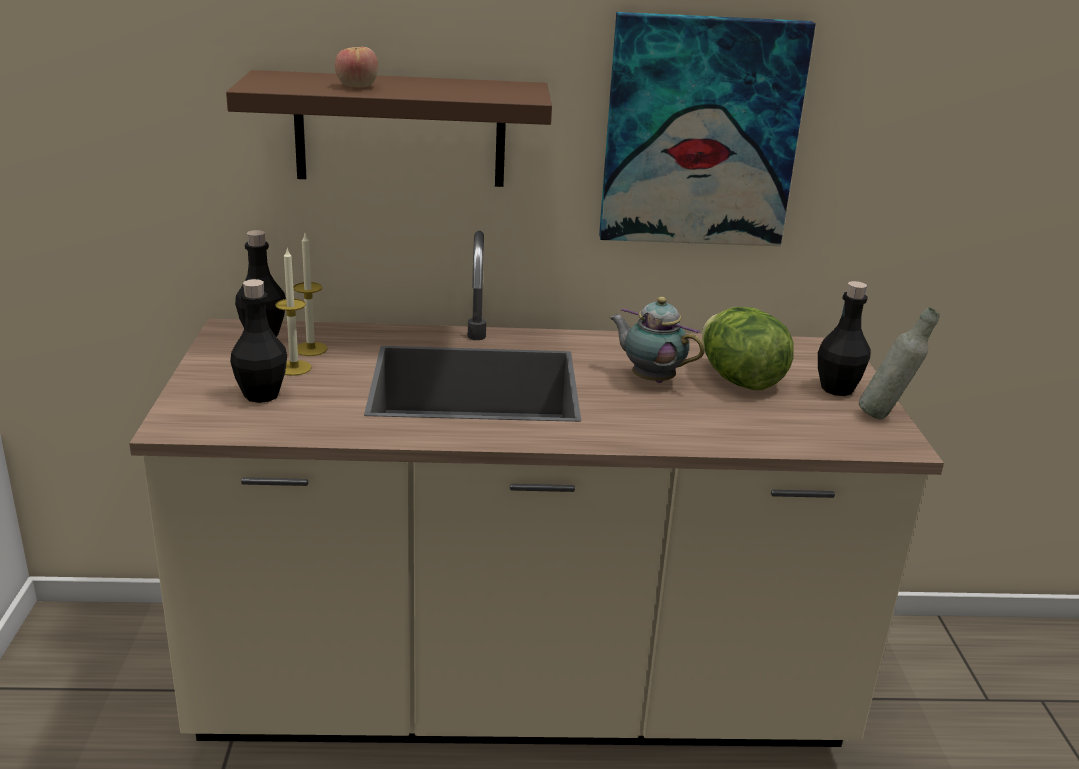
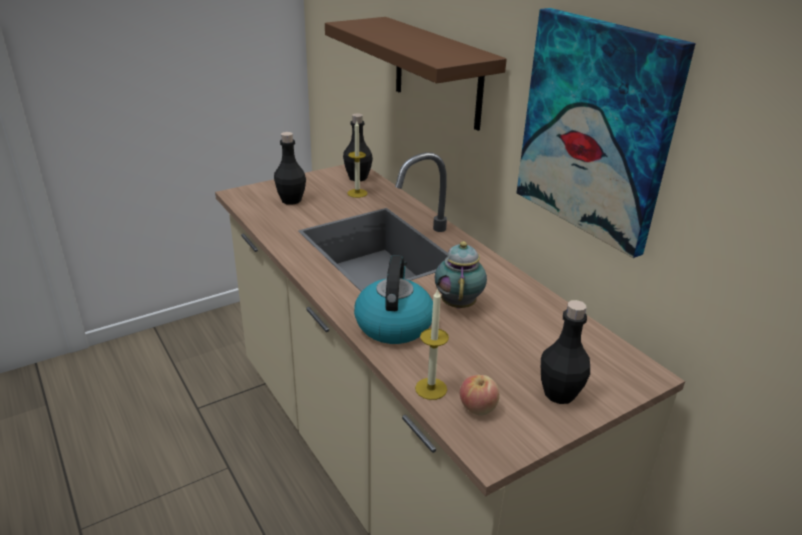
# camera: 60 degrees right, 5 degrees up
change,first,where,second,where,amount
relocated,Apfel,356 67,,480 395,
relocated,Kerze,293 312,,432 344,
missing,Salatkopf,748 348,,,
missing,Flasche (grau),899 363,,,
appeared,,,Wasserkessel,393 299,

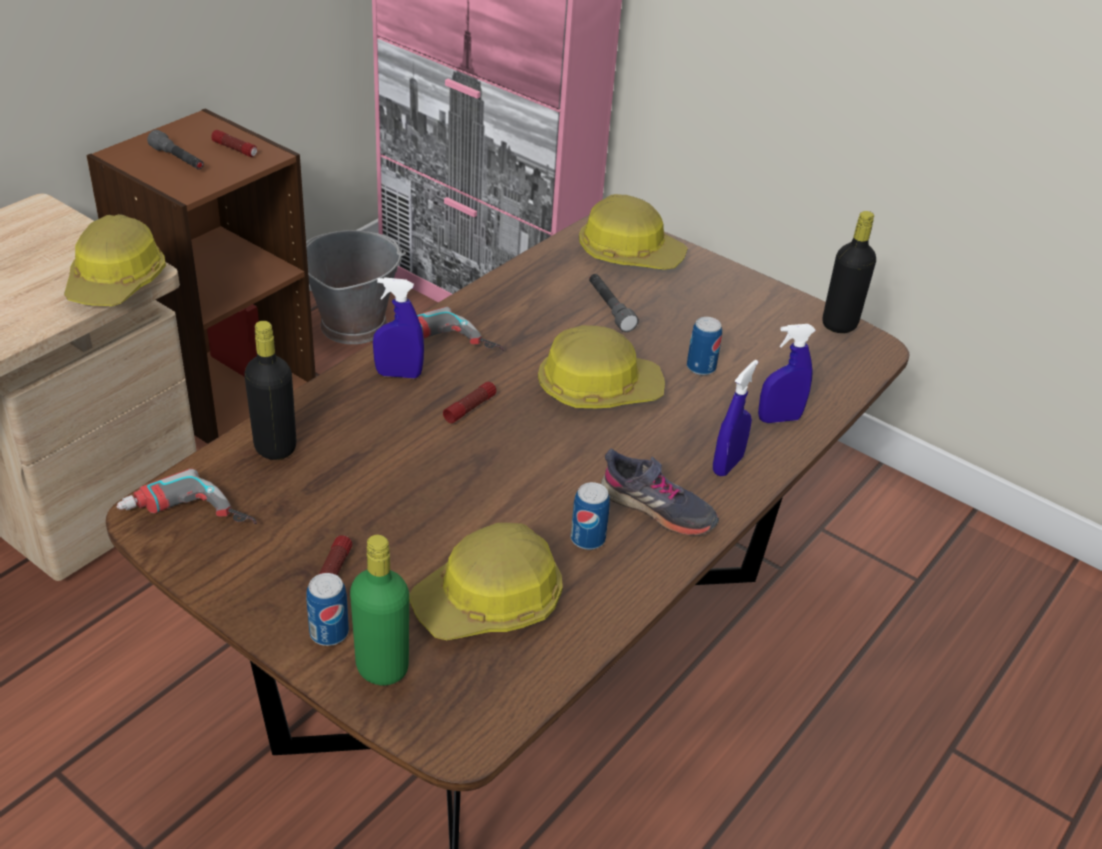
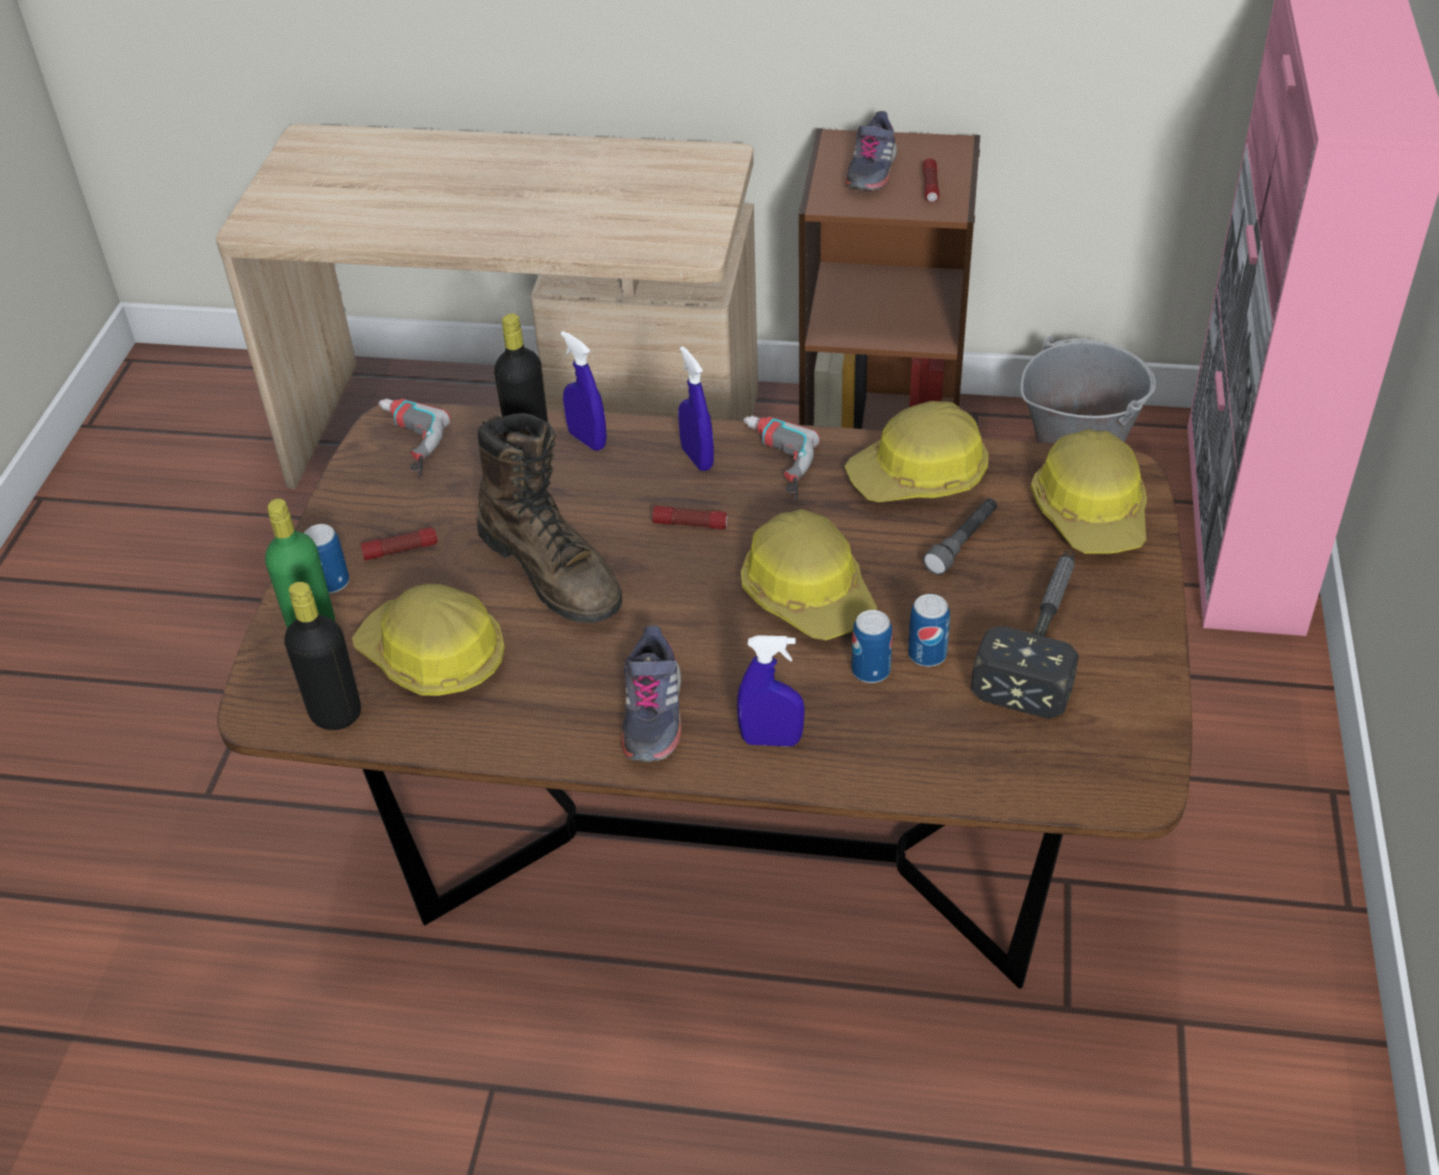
# camera: 65 degrees right, 5 degrees up
change,first,where,second,where,amount
exchanged,Taschenlampe (grau),175 150,Schuh (grau),871 151,
relocated,Flasche (schwarz),849 272,,322 656,
relocated,Schutzhelm,115 260,,916 451,
relocated,Sprühflasche (blau),787 373,,584 391,
relocated,Dose,590 516,,872 646,
appeared,,,Stiefel (braun),549 518,
appeared,,,Hammer,1025 635,

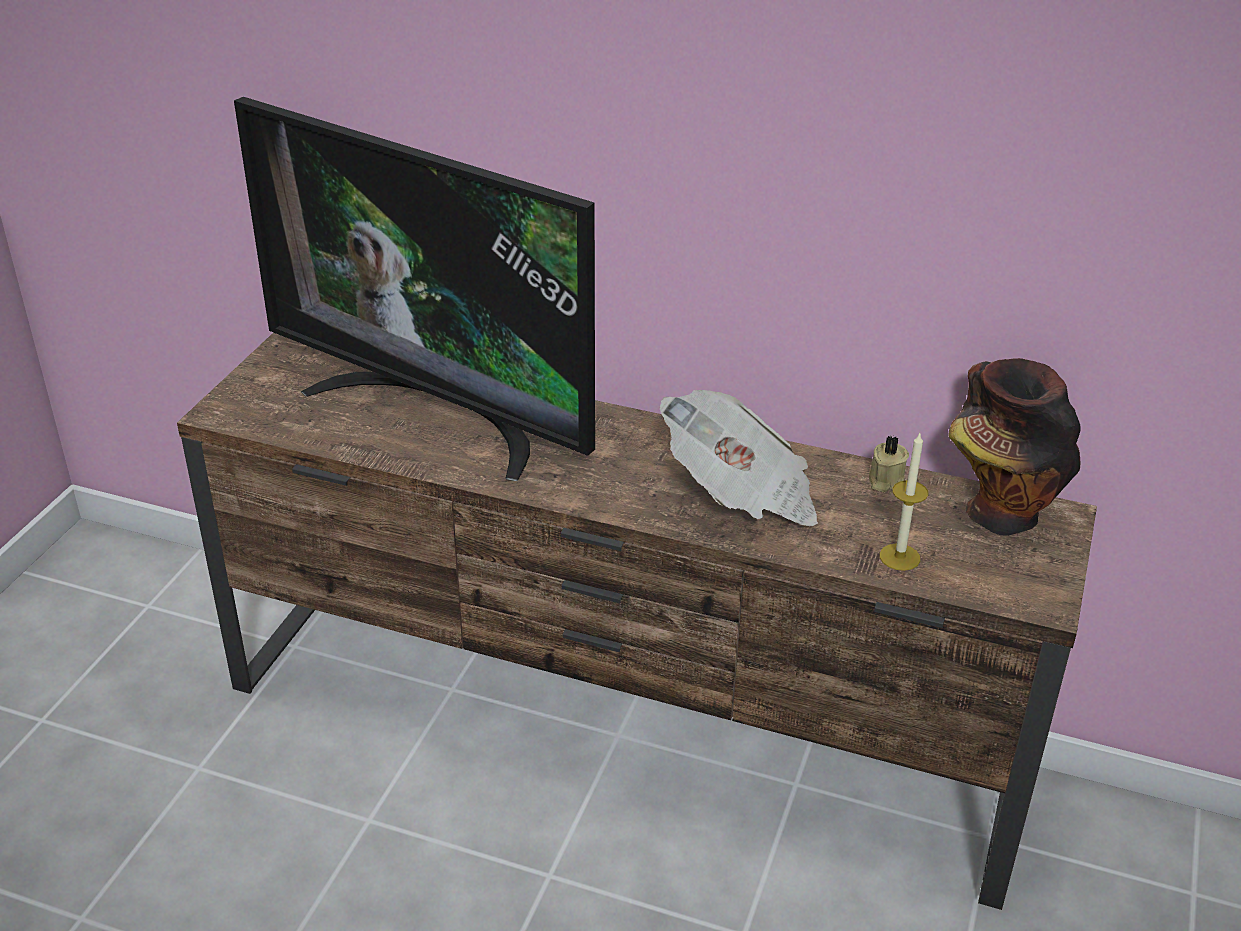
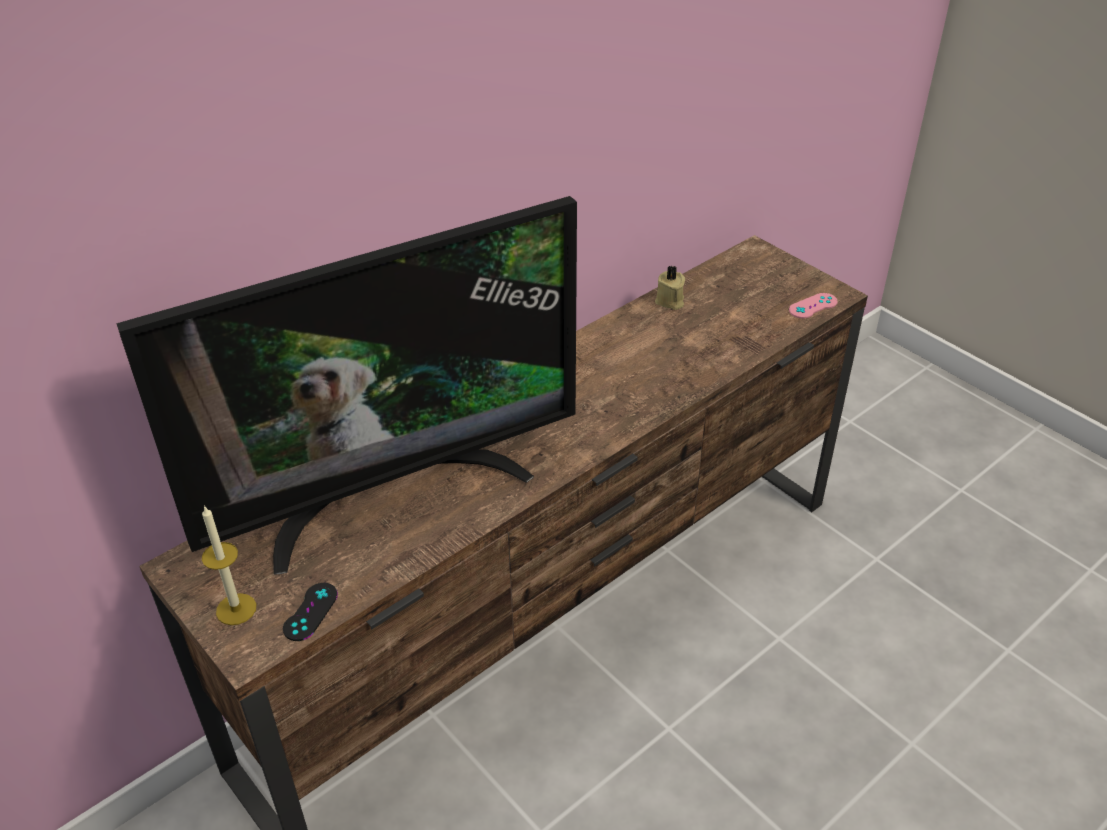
# camera: 60 degrees left, 5 degrees up
change,first,where,second,where,amount
missing,Vase,1014 447,,,
missing,Zeitung,739 458,,,
relocated,Kerze,904 502,,229 565,
appeared,,,Gamepad (rosa),813 306,
appeared,,,Gamepad (schwarz),310 612,

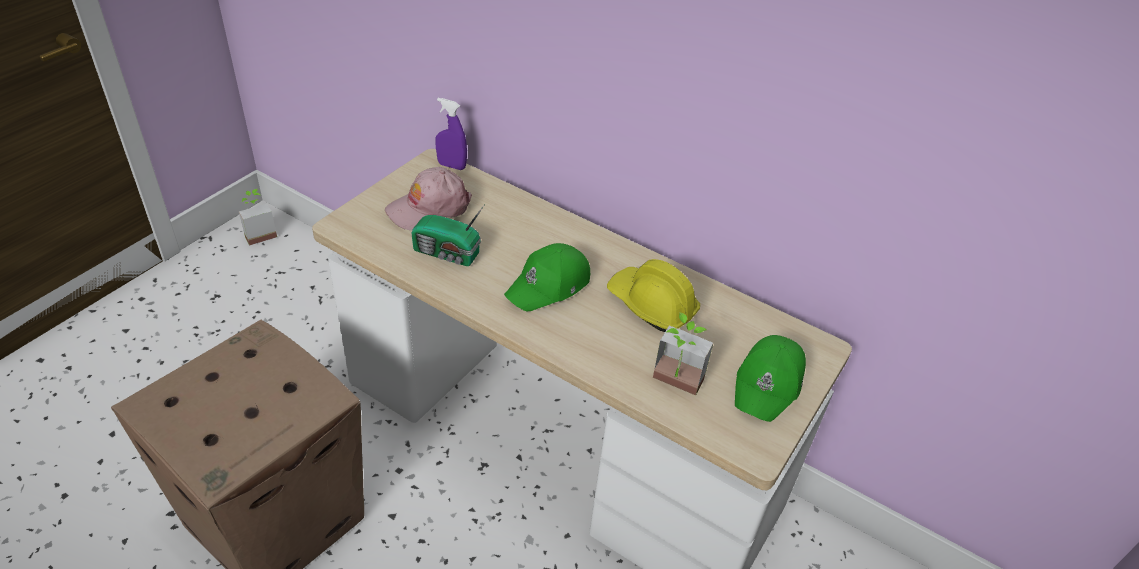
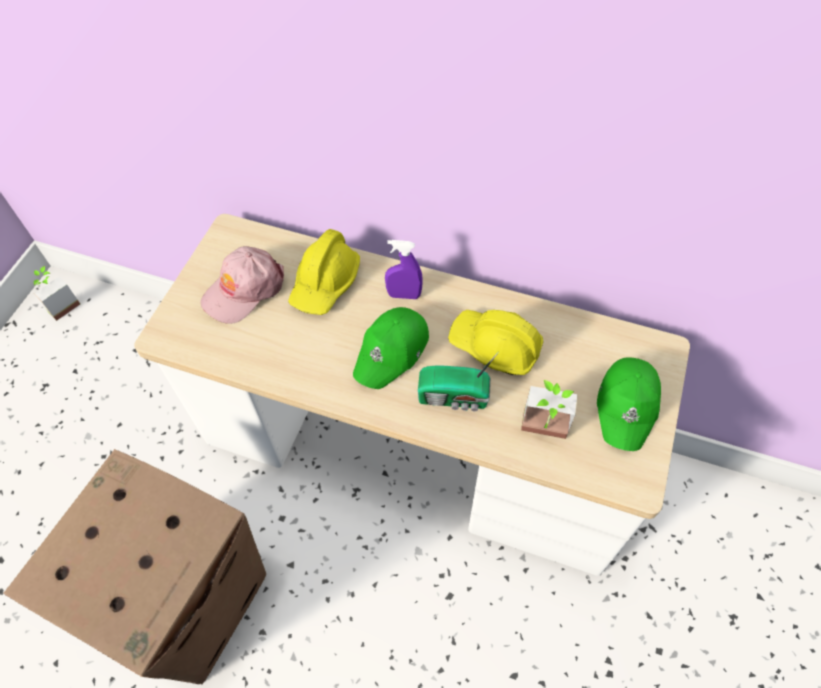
# camera: 10 degrees left, 15 degrees up
change,first,where,second,where,amount
relocated,Sprühflasche (lila),451 134,,404 269,
relocated,Radio,448 235,,458 381,
appeared,,,Schutzhelm (gelb),324 272,

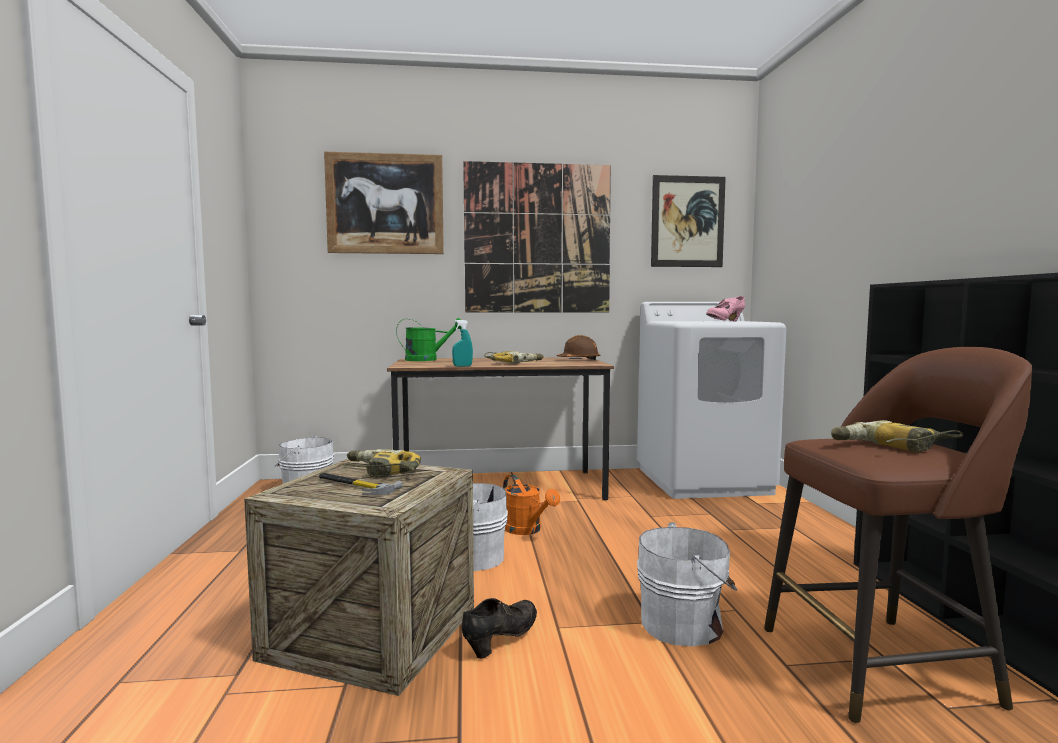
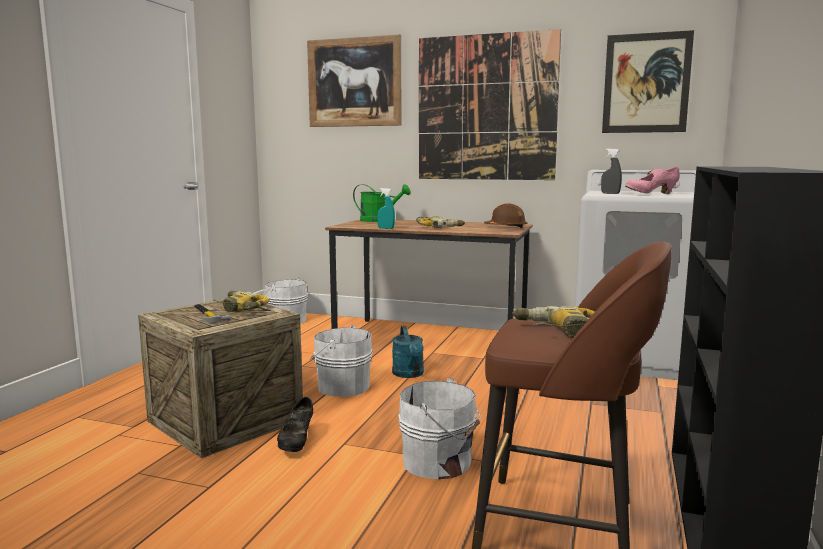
# camera: 25 degrees right, 5 degrees up
change,first,where,second,where,amount
colour,Gießkanne (orange),531 505,Gießkanne (türkis),408 352,
spun,Schuh (schwarz),499 628,,295 424,120 degrees clockwise
appeared,,,Sprühflasche (grau),611 171,

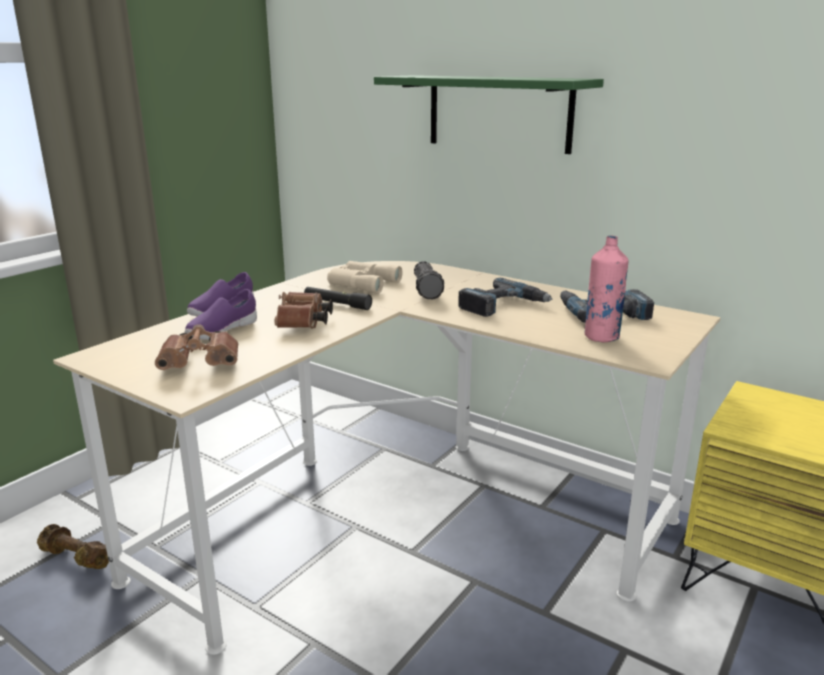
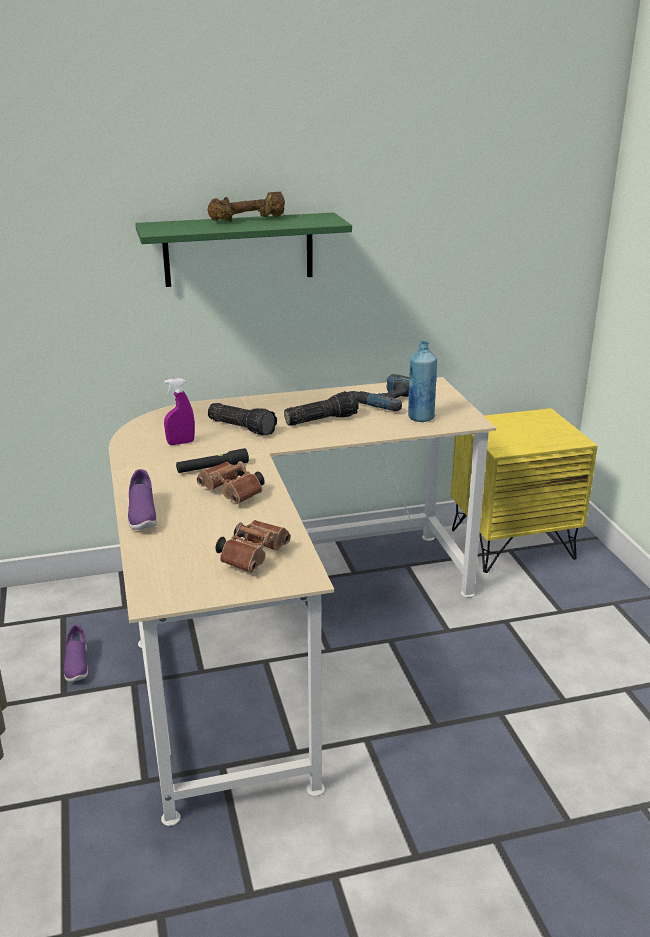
# camera: 50 degrees left, 5 degrees up
change,first,where,second,where,amount
colour,Flasche (rosa),606 288,Flasche (blau),422 381,
exchanged,Fernglas (beige),365 277,Sprühflasche (lila),179 411,
exchanged,Bohrmaschine,505 297,Taschenlampe,321 408,
relocated,Schuh (lila),221 314,,76 653,
relocated,Hantel (braun),73 546,,246 207,

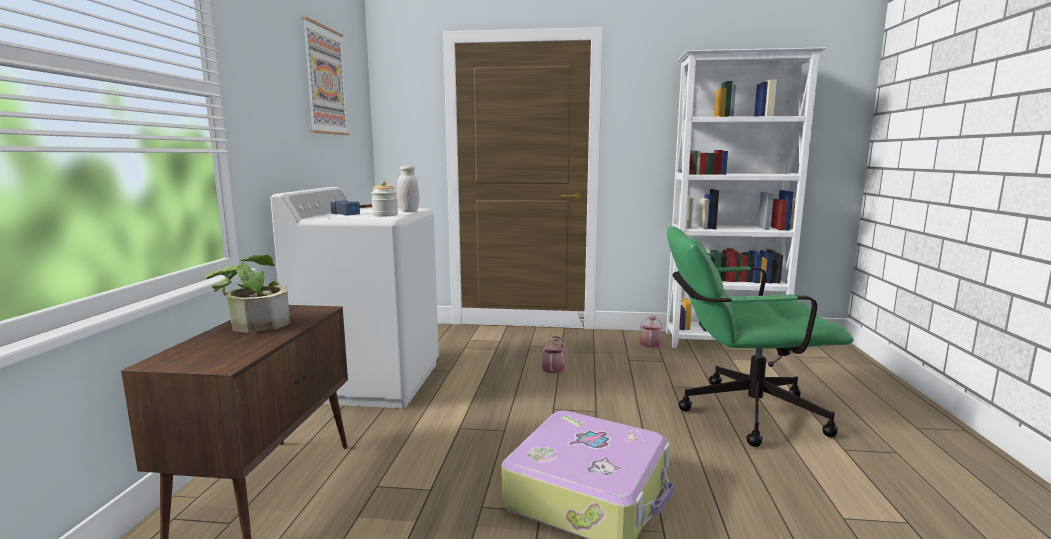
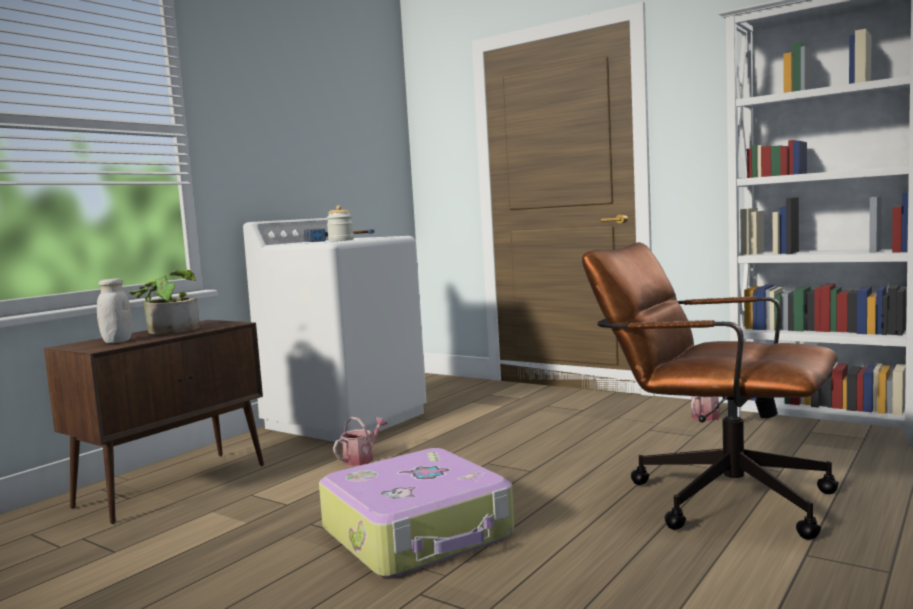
# camera: 30 degrees right, 5 degrees down
change,first,where,second,where,amount
missing,Bild,325 76,,,
relocated,Vorratsglas (weiß),408 189,,114 310,
colour,Bürostuhl (grün),760 336,Bürostuhl (braun),710 391,
relocated,Gießkanne,553 354,,360 441,

